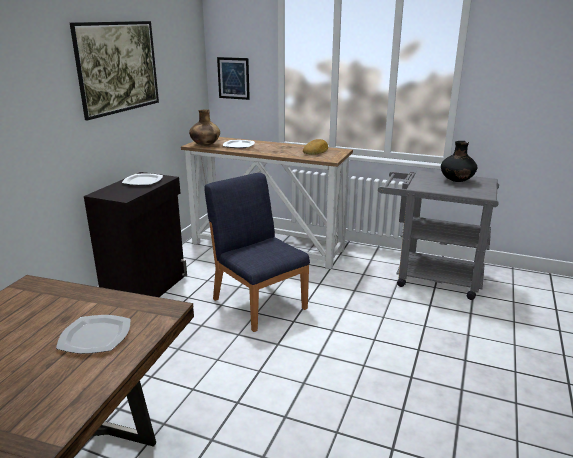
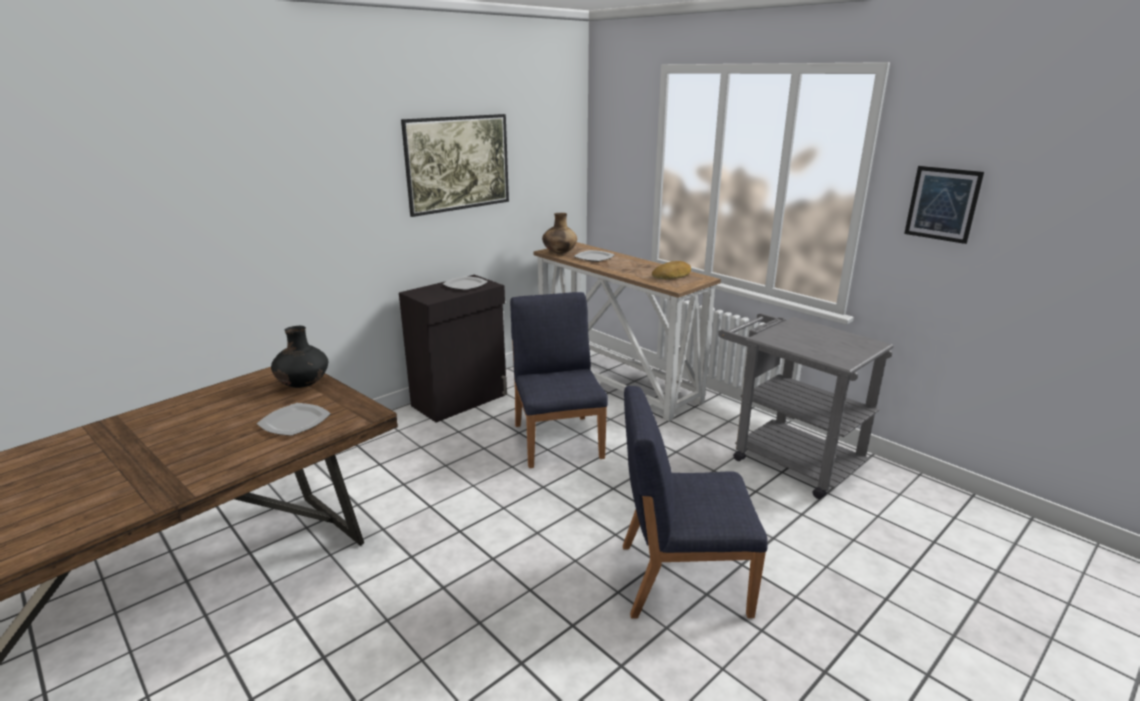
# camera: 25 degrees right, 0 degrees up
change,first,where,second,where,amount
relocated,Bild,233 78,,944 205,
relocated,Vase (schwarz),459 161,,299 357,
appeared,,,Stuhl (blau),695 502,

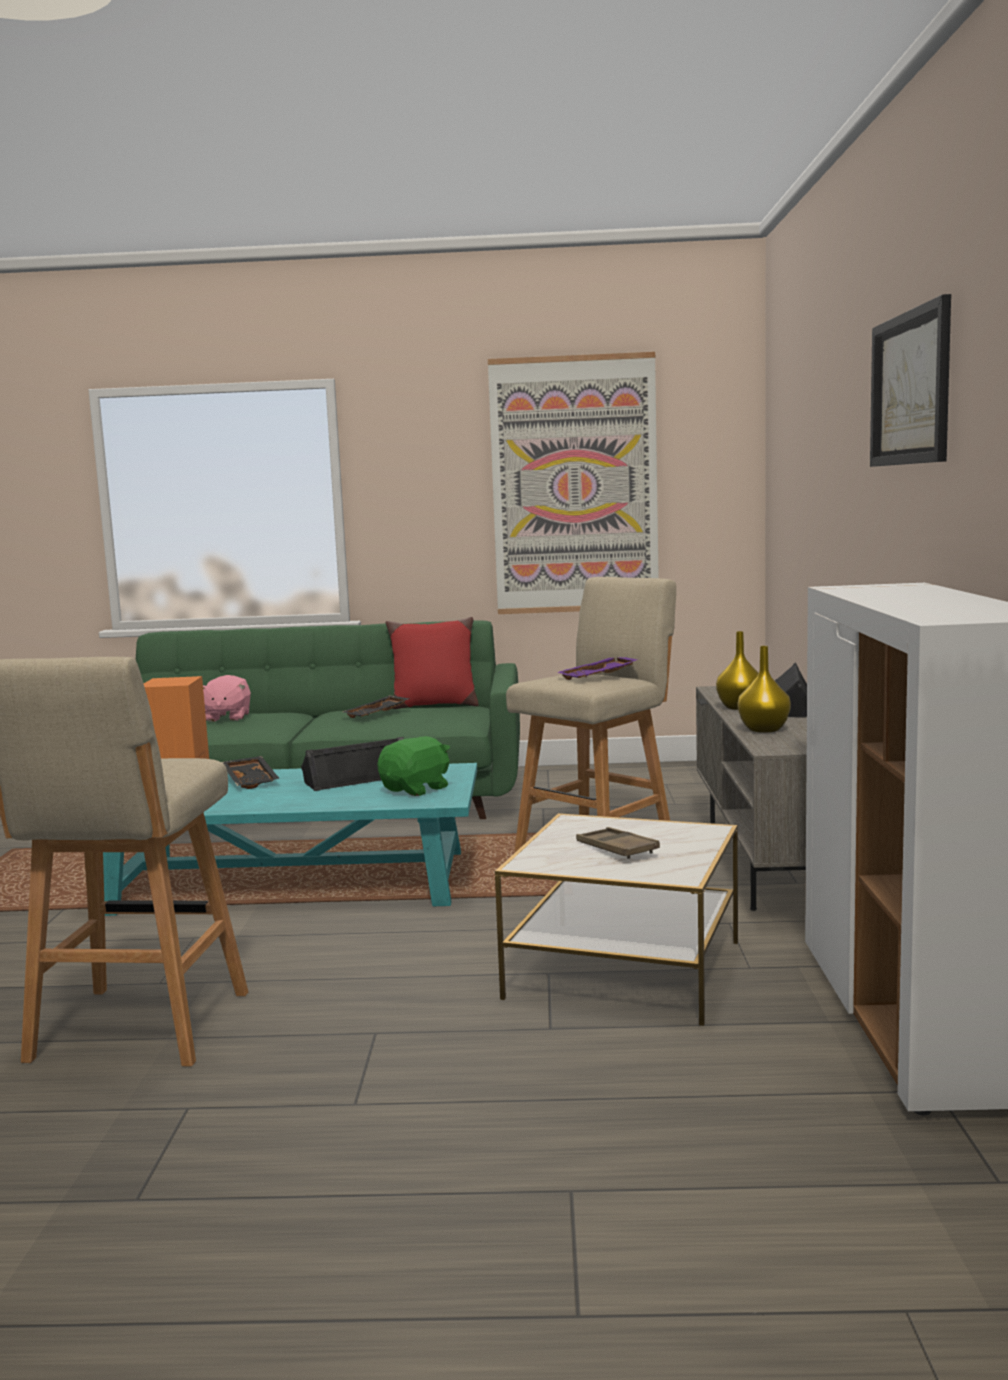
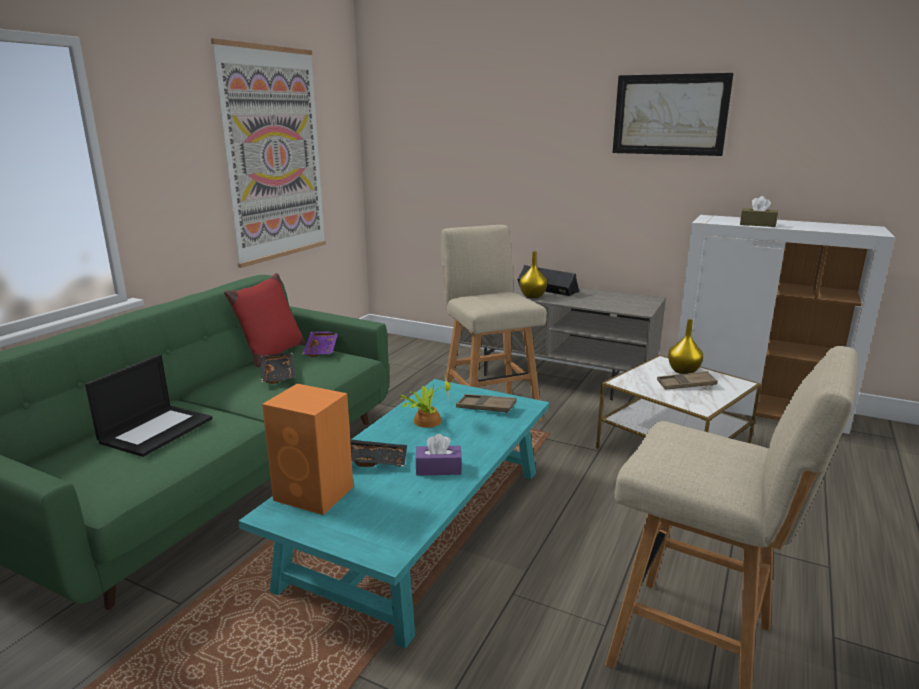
# camera: 65 degrees left, 10 degrees up
change,first,where,second,where,amount
relocated,Vase (gelb),764 689,,685 346,
relocated,Tablett (lila),597 668,,320 344,
exchanged,Plüschtier (rosa),227 698,Laptop,148 405,
exchanged,Plüschtier (grün),413 766,Tablett (braun),486 403,
exchanged,Lautsprecher (schwarz),352 764,Topfpflanze,425 400,
appeared,,,Taschentuchbox (braun),759 211,
appeared,,,Taschentuchbox (lila),438 455,

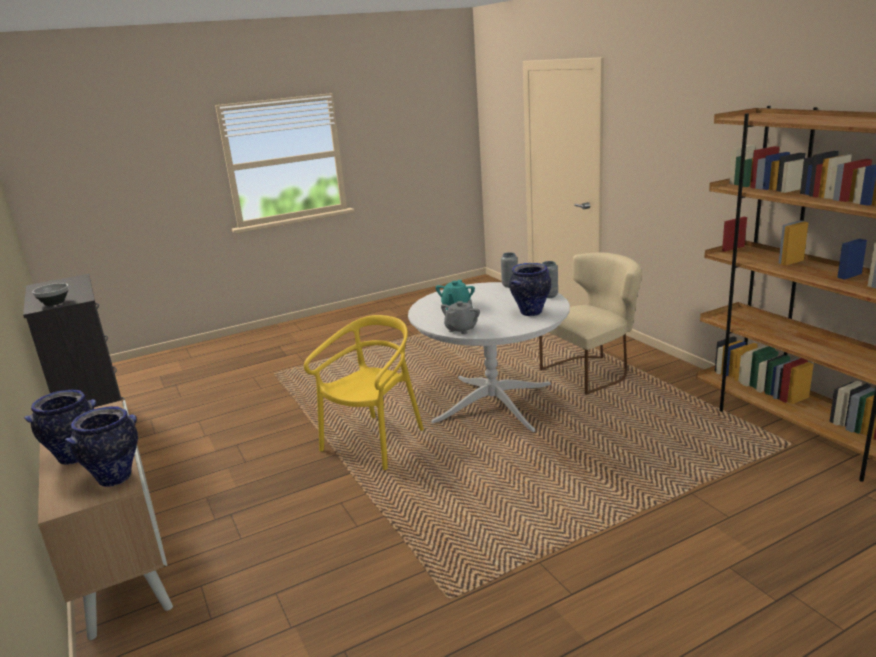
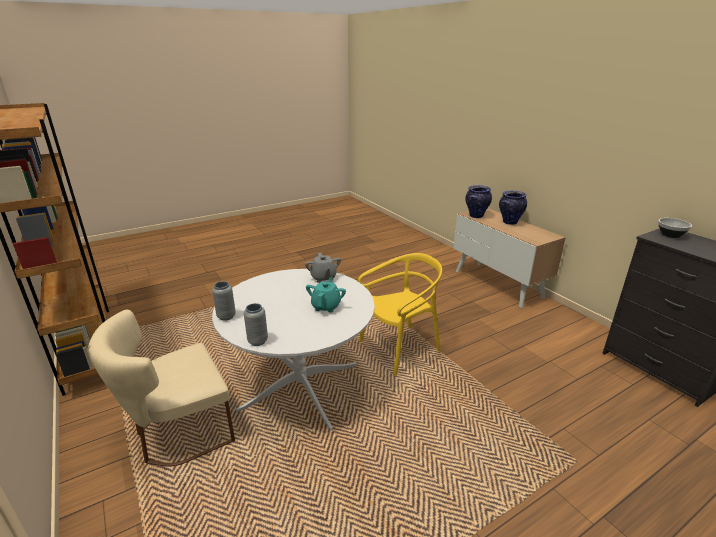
# camera: 175 degrees right, 5 degrees up
change,first,where,second,where,amount
missing,Vase,530 289,,,
spun,Teekanne (grau),460 317,,323 268,45 degrees counterclockwise
spun,Stuhl (gelb),364 392,,400 314,150 degrees counterclockwise

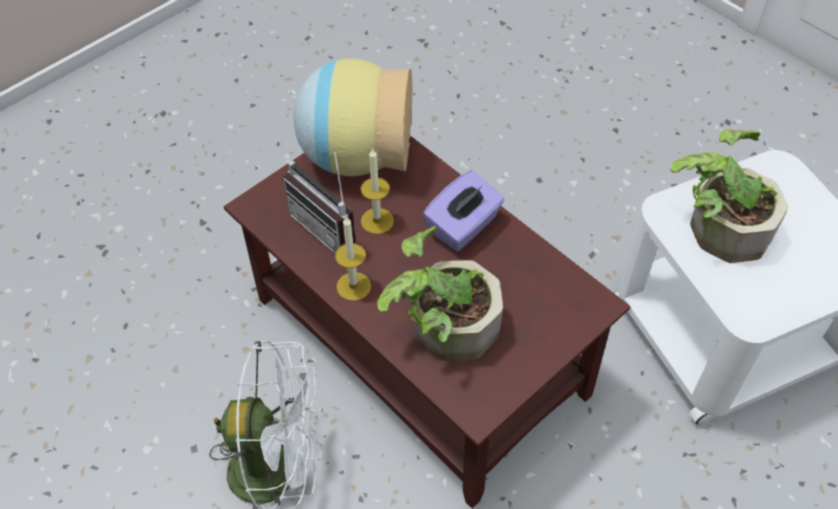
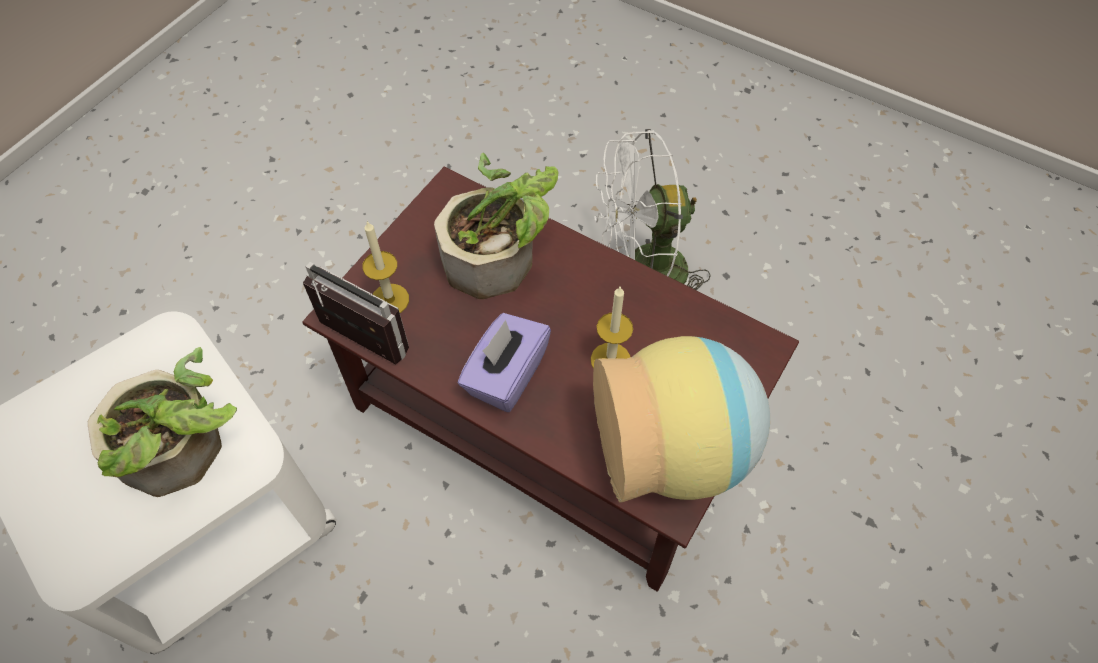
# camera: 165 degrees right, 5 degrees up
change,first,where,second,where,amount
relocated,Radio,319 200,,356 313,
relocated,Kerze,353 258,,385 267,

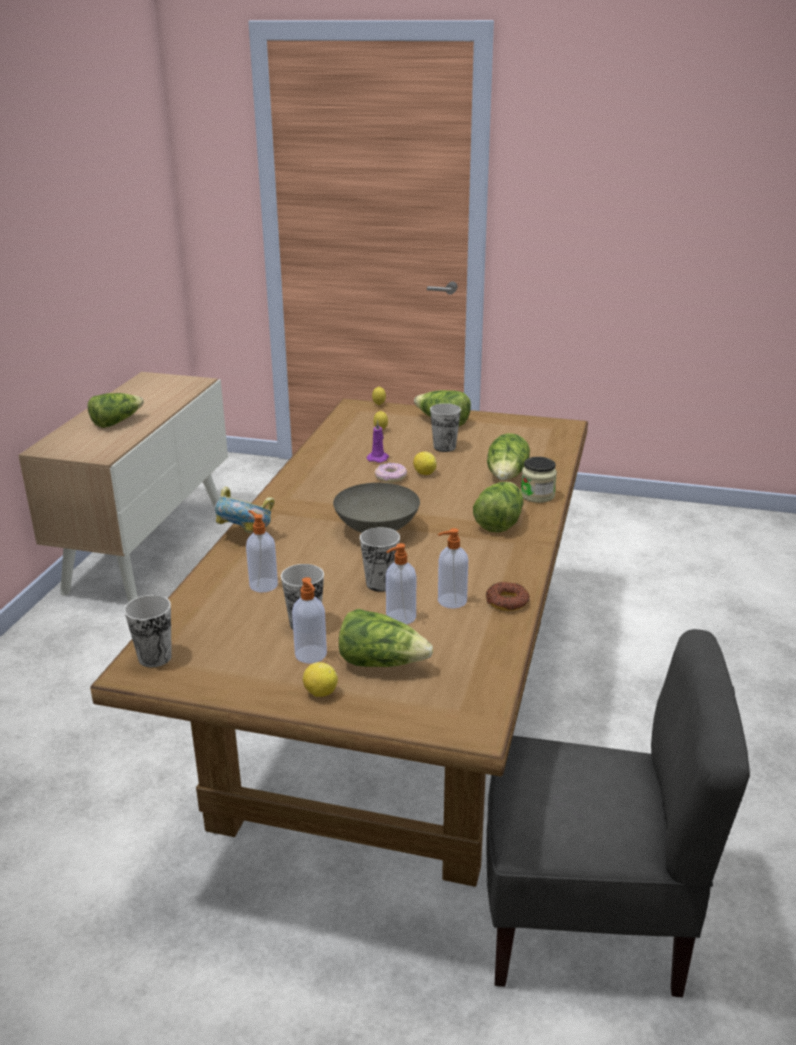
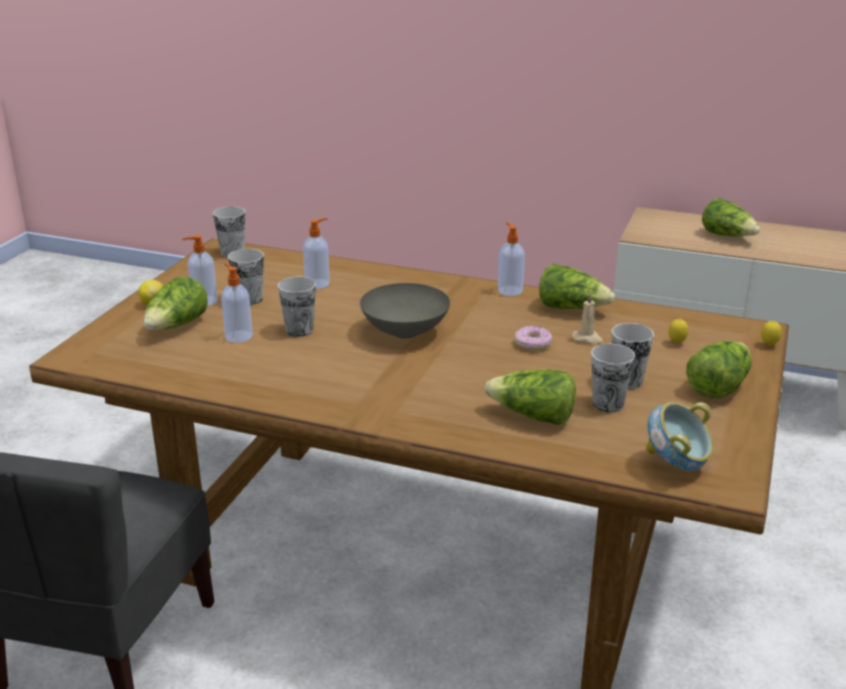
# camera: 95 degrees right, 0 degrees up
change,first,where,second,where,amount
colour,Kerze (lila),377 441,Kerze (beige),587 318,
missing,Zitrone,425 463,,,
missing,Vorratsglas,539 480,,,
relocated,Salatkopf,498 507,,577 286,
relocated,Schüssel,244 510,,679 436,
relocated,Seifenspender,453 568,,511 259,
missing,Donut,508 596,,,
appeared,,,Tasse,613 378,

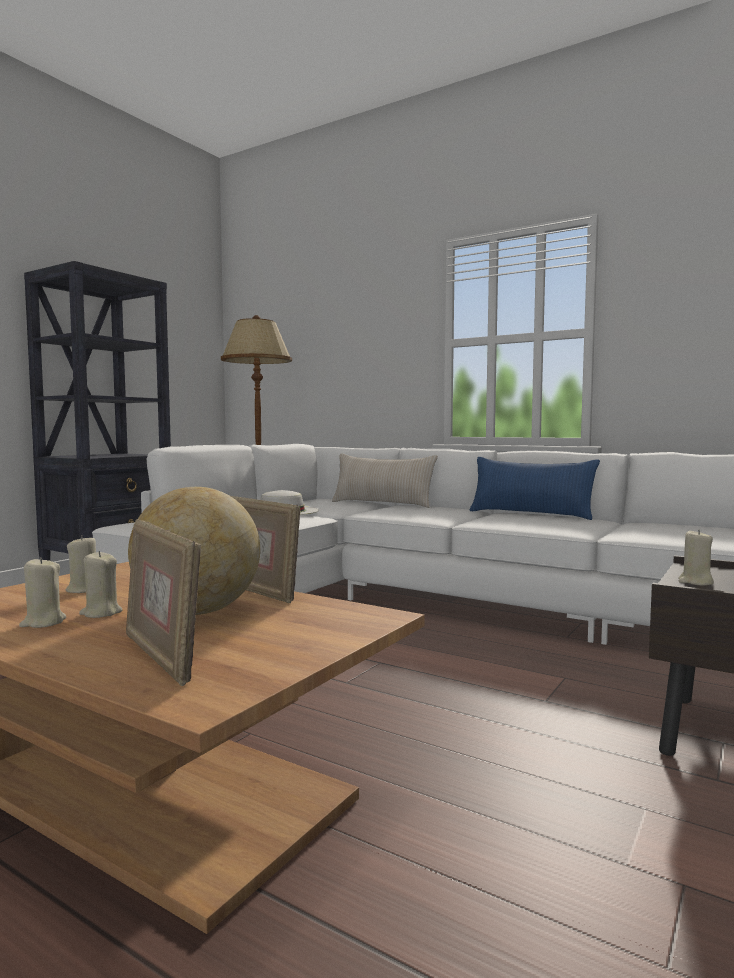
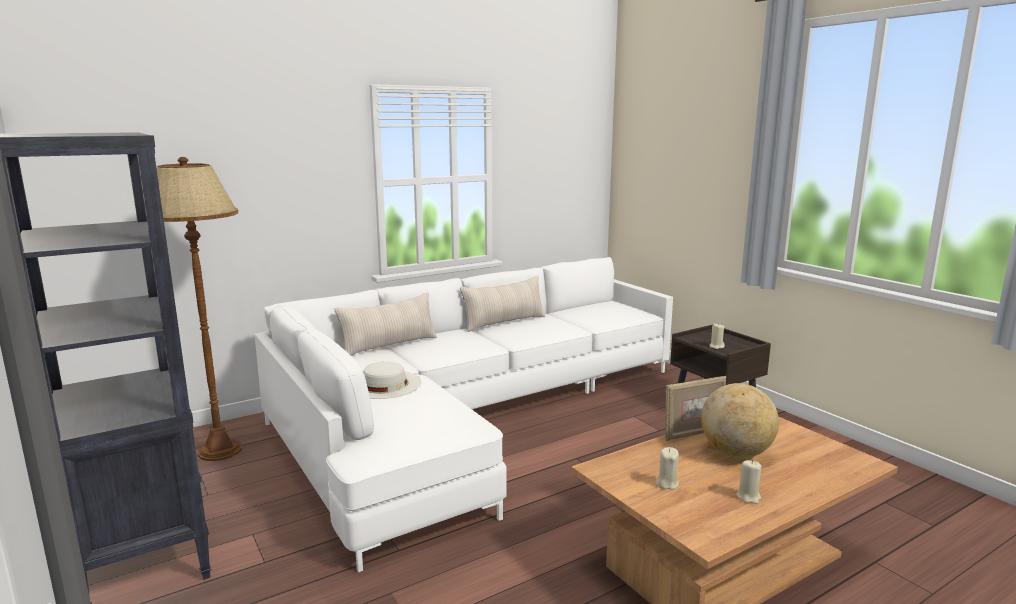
# camera: 65 degrees left, 10 degrees up
change,first,where,second,where,amount
colour,Kissen (blau),535 488,Kissen (beige),502 303,
missing,Bilderrahmen,163 602,,,
missing,Kerze (beige),100 584,,,

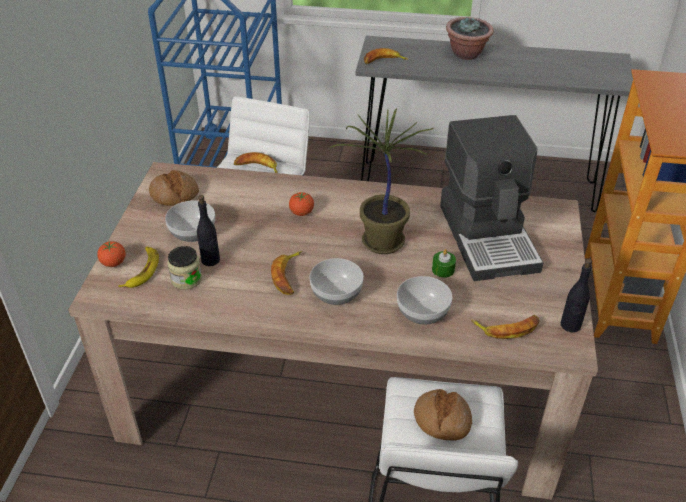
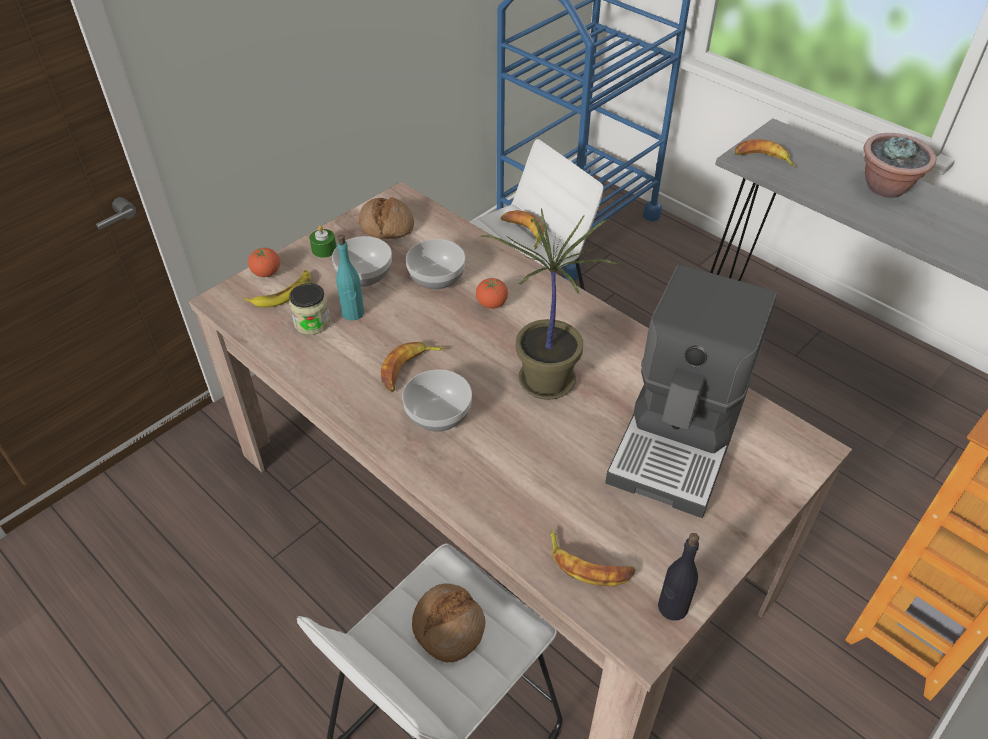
# camera: 35 degrees right, 5 degrees up
change,first,where,second,where,amount
colour,Flasche (schwarz),208 230,Flasche (türkis),350 277,
relocated,Kerze (grün),444 263,,322 242,
relocated,Schüssel,425 300,,435 264,

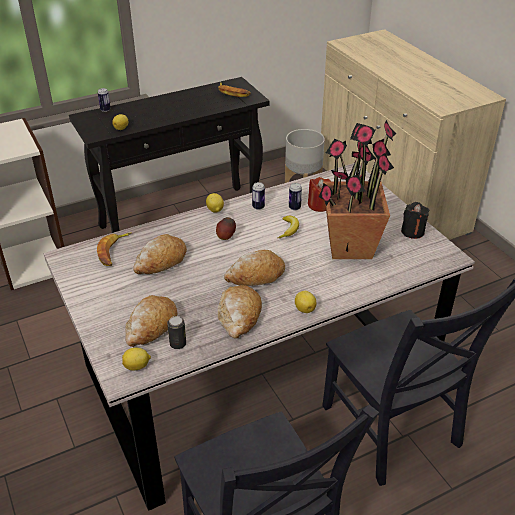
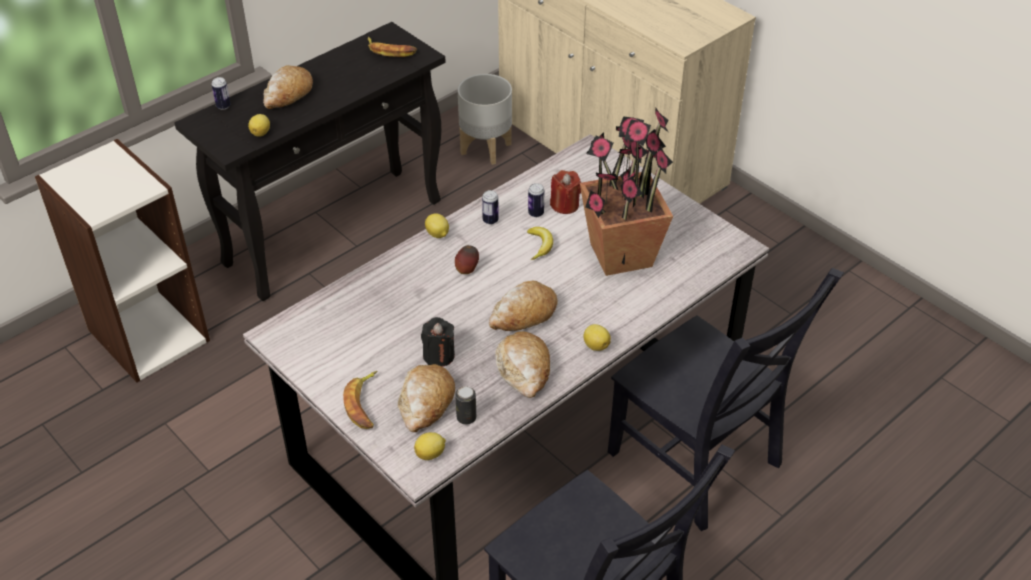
# camera: 15 degrees left, 5 degrees up
change,first,where,second,where,amount
relocated,Kerze (schwarz),415 220,,438 342,
relocated,Banane,114 249,,360 400,
relocated,Brot,160 254,,288 87,

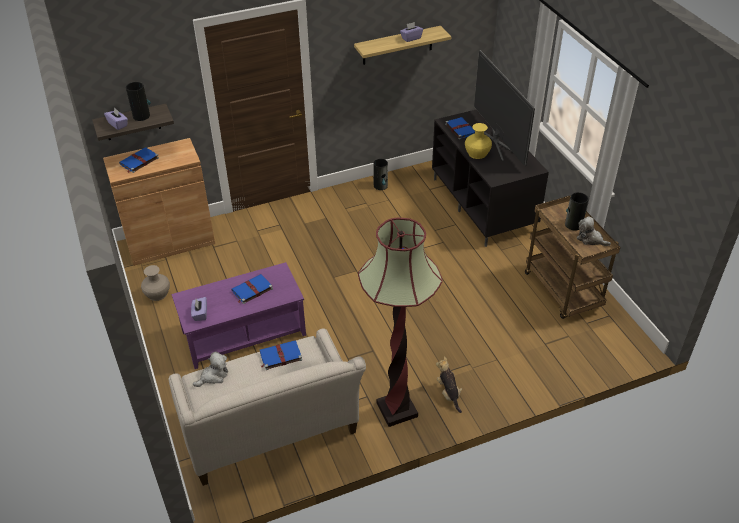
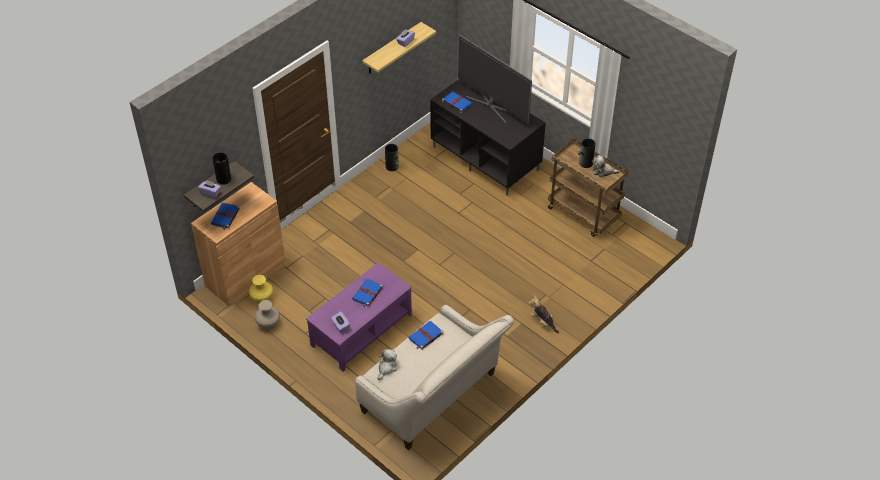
# camera: 25 degrees left, 5 degrees up
change,first,where,second,where,amount
relocated,Vase (gelb),478 141,,261 289,
missing,Stehlampe,400 322,,,

